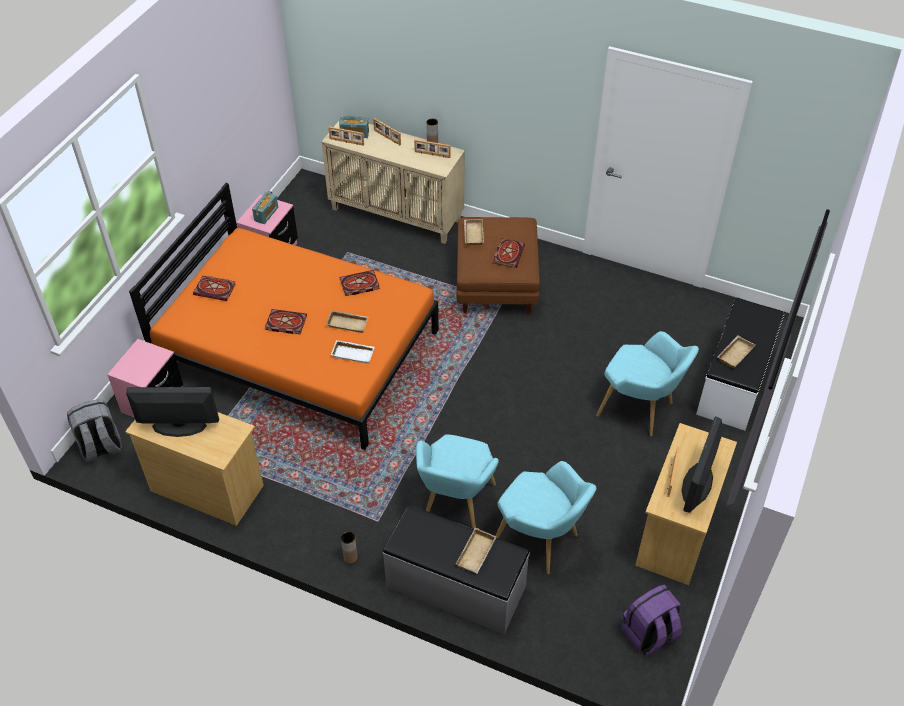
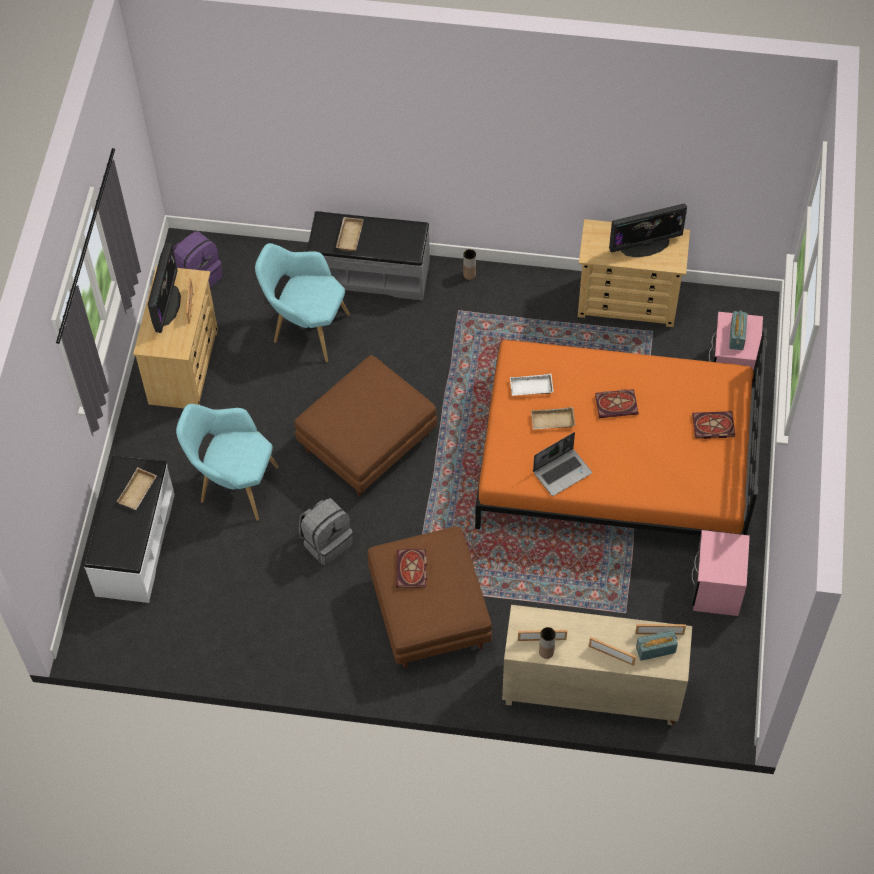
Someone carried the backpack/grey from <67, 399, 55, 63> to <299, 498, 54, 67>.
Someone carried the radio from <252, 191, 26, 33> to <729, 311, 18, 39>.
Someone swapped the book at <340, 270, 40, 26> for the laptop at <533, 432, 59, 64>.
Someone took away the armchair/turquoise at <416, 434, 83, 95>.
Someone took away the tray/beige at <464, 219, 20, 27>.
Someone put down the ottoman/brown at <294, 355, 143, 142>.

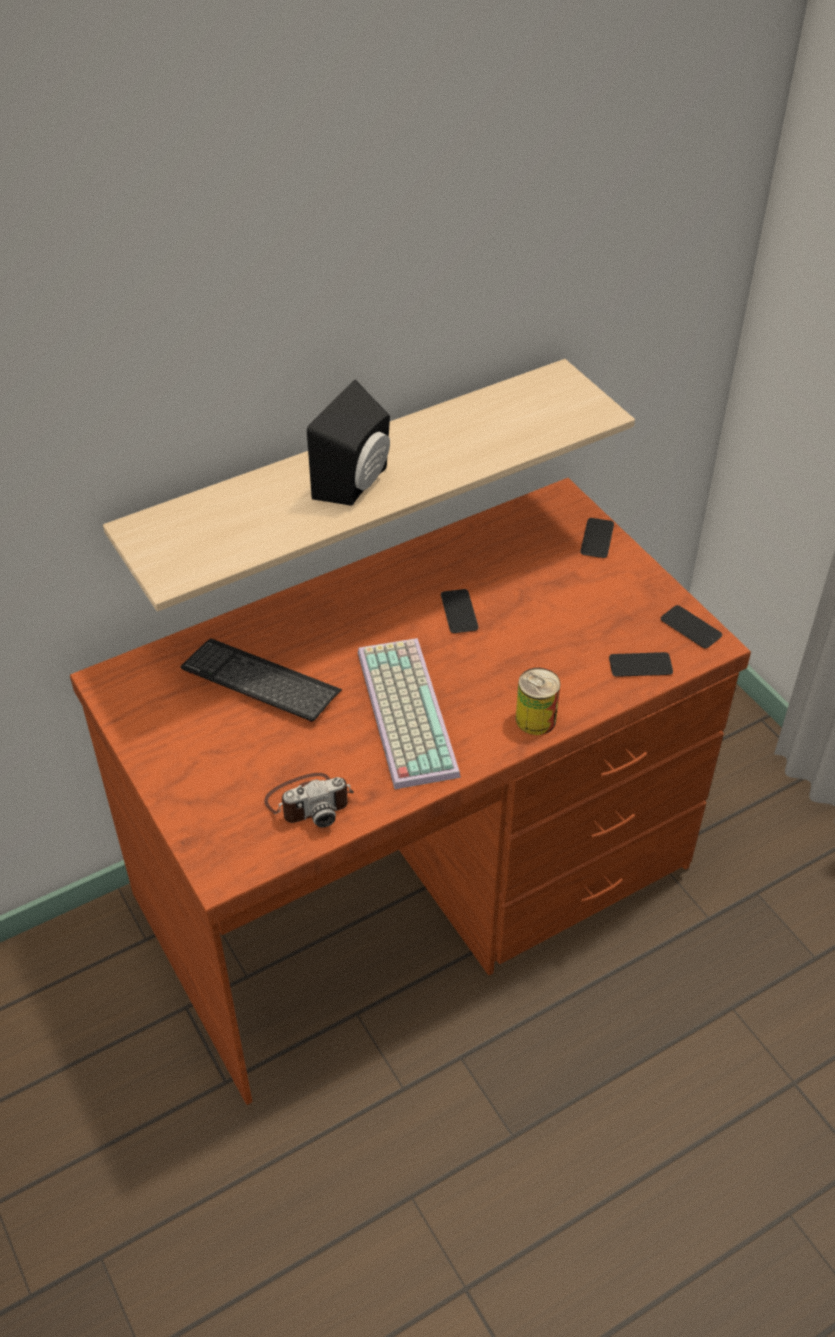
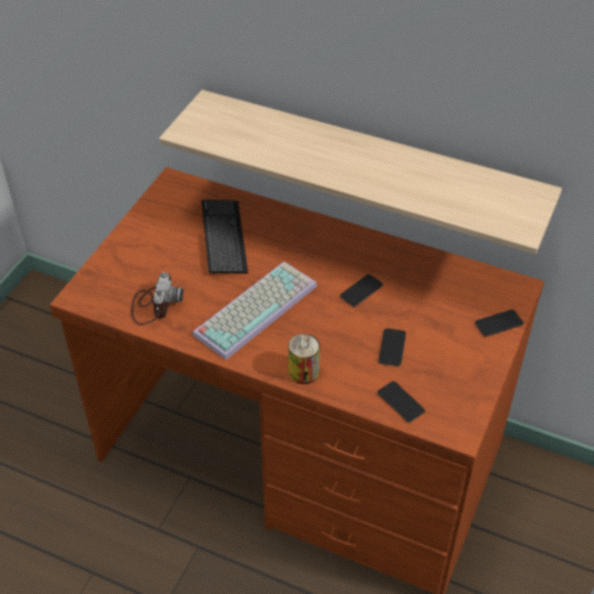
Someone rotated the photo camera at <264, 773, 90, 55> by 120 degrees counterclockwise.
Someone took away the speaker/black at <307, 380, 83, 126>.
Someone carried the phone from <661, 605, 61, 43> to <378, 328, 28, 38>.

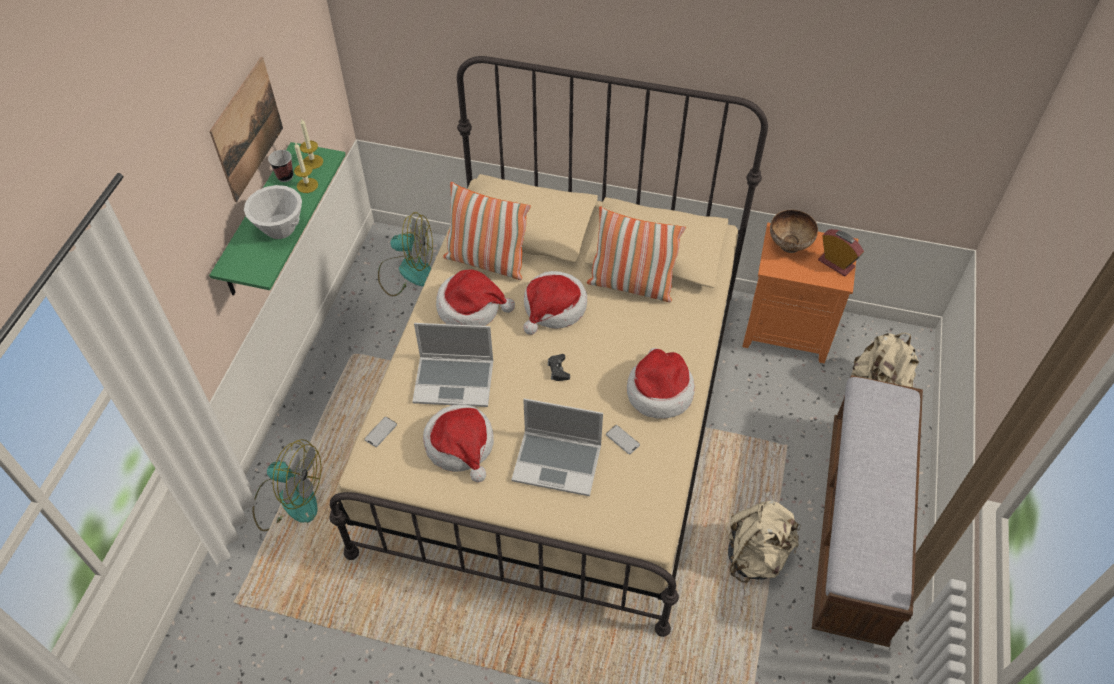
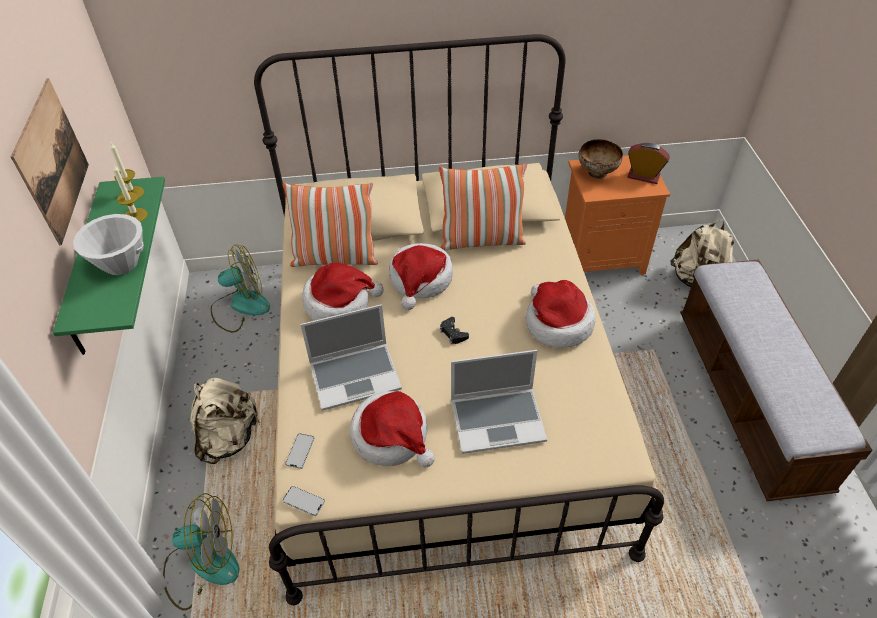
Someone took away the cup at <268, 150, 25, 32>.
Someone carried the phone from <606, 425, 34, 29> to <283, 486, 42, 30>.
Someone carried the backpack/beige from <728, 501, 73, 82> to <190, 378, 71, 86>.

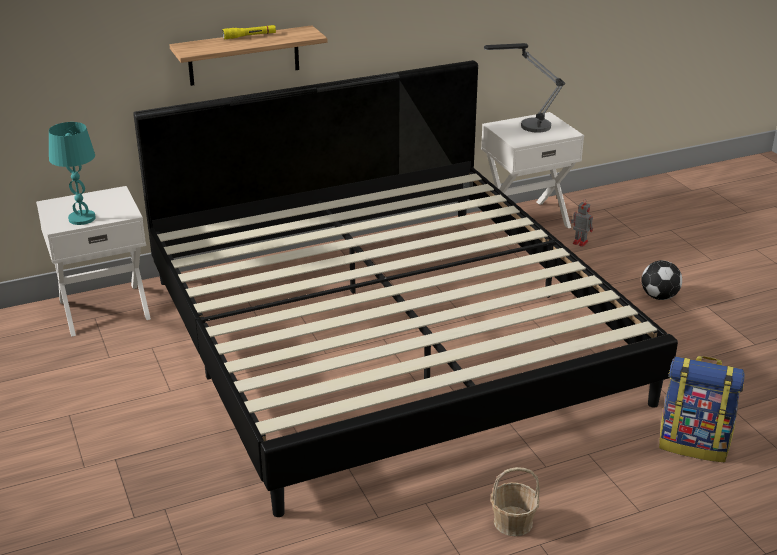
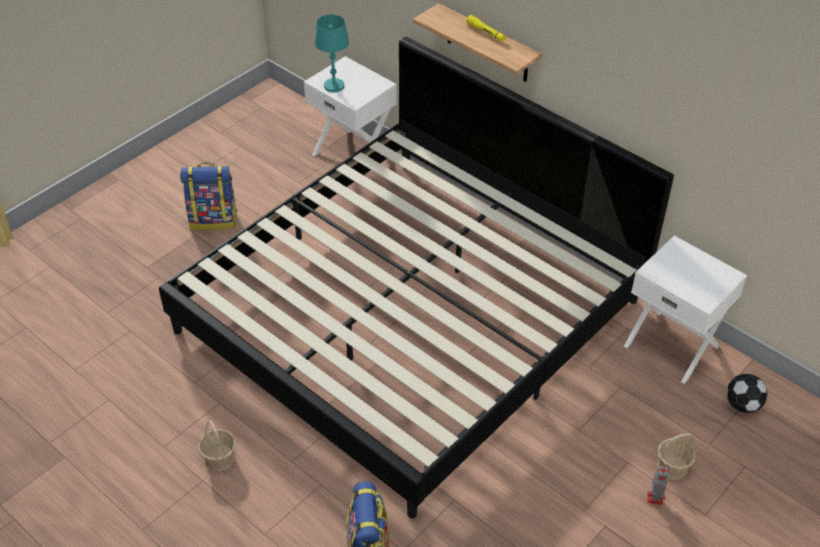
Someone took away the table lamp at <484, 43, 81, 90>.
Someone carried the toy robot from <571, 199, 22, 48> to <647, 466, 21, 39>.
Someone carried the football from <641, 260, 41, 40> to <727, 374, 40, 39>.
Someone put down the backpack at <180, 162, 57, 68>.
Someone put down the basket at <657, 433, 39, 47>.

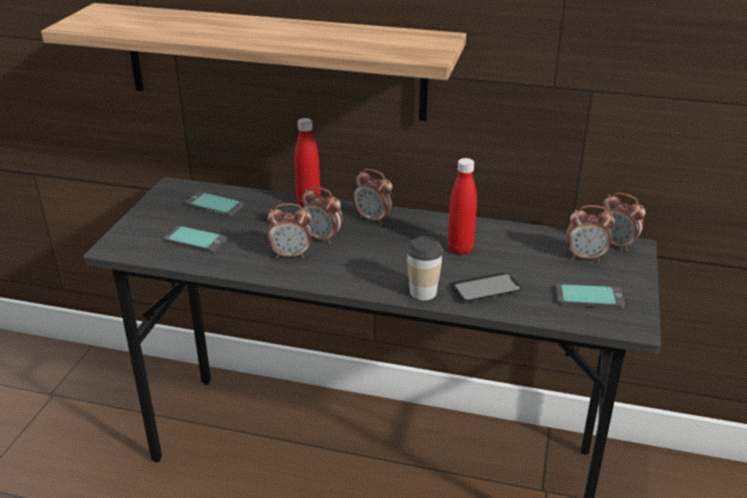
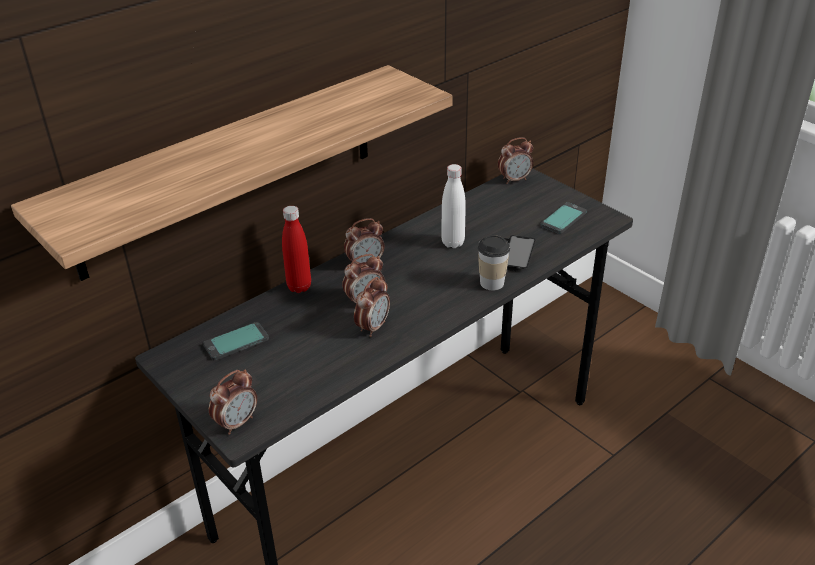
Someone took away the phone at <164, 226, 63, 27>.
Someone repainted the bottle/red at <447, 158, 30, 97>, which became the bottle/white at <441, 164, 25, 84>.
Someone carried the alarm clock from <566, 205, 49, 56> to <209, 369, 48, 66>.

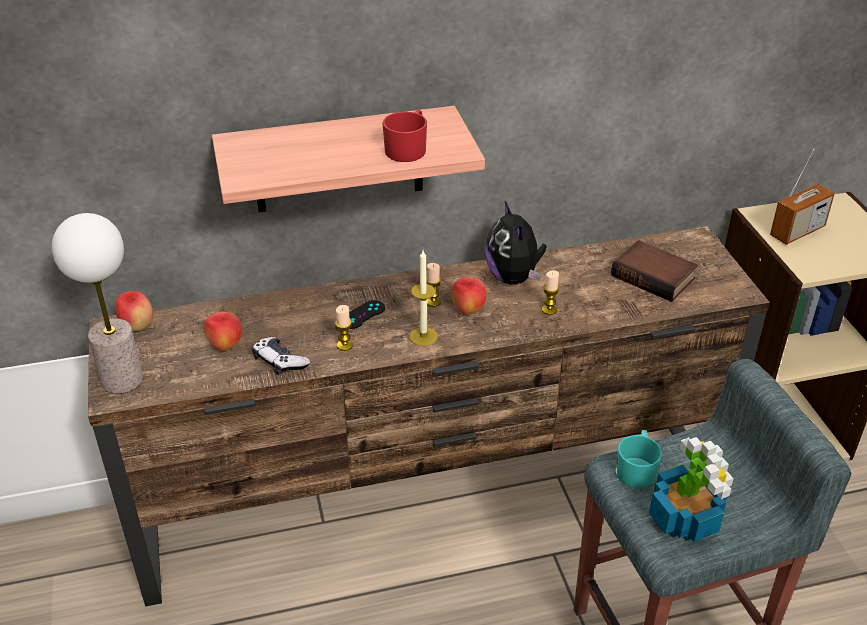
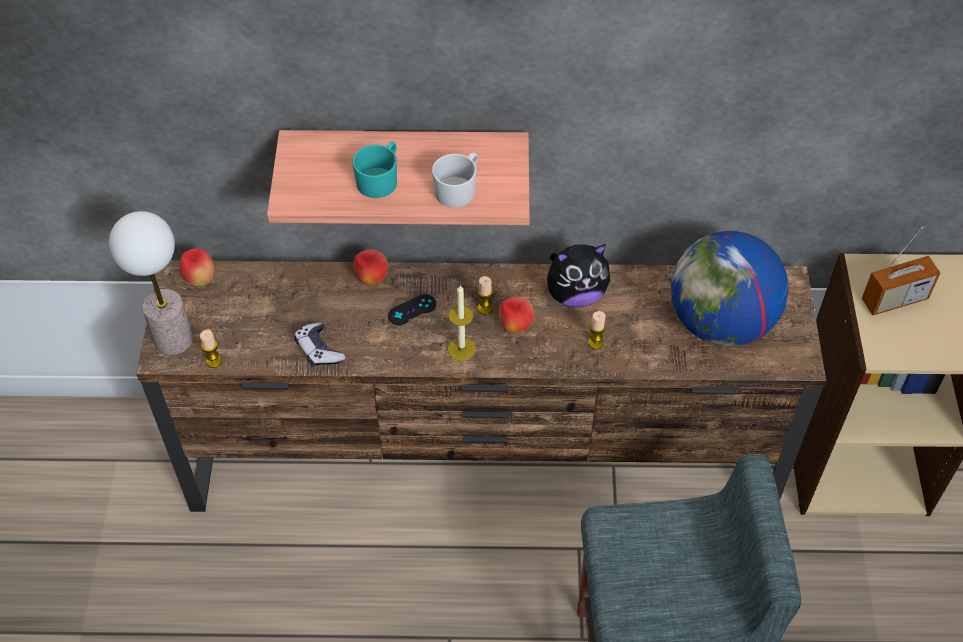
Someone carried the apple from <204, 312, 38, 39> to <353, 249, 35, 36>.
Someone carried the candle from <335, 305, 18, 46> to <200, 330, 22, 38>.
Someone repainted the mug/red at <382, 109, 45, 53>, which became the mug/white at <432, 152, 46, 56>.
Someone rotated the plush toy at <485, 201, 62, 83> by 105 degrees counterclockwise.
Someone swapped the book at <611, 240, 87, 62> for the globe at <671, 231, 118, 115>.
Someone carried the mug/turquoise from <616, 430, 46, 58> to <353, 142, 44, 56>.
Someone took away the potted plant at <649, 437, 85, 105>.

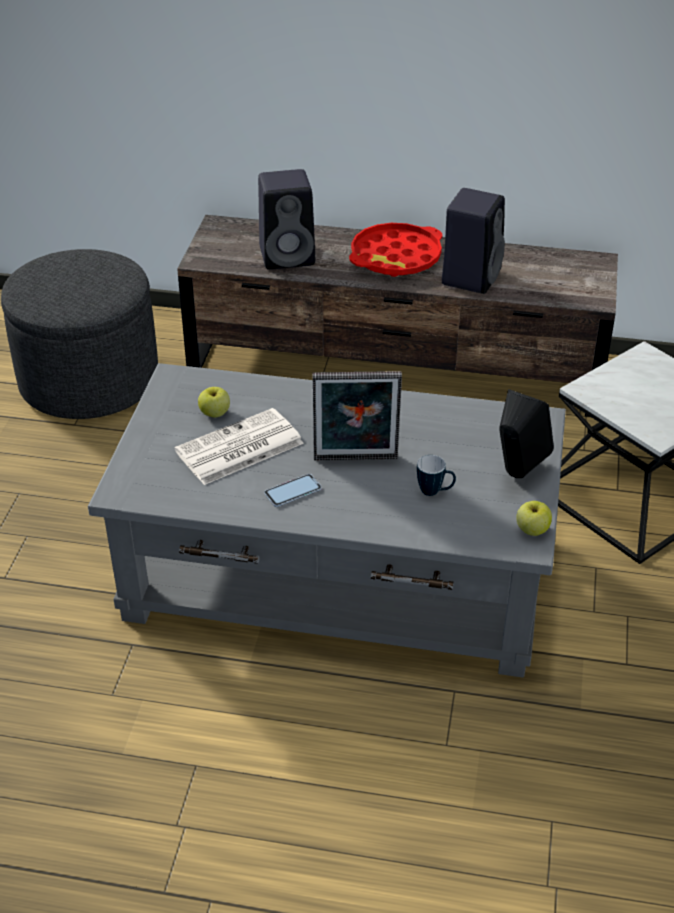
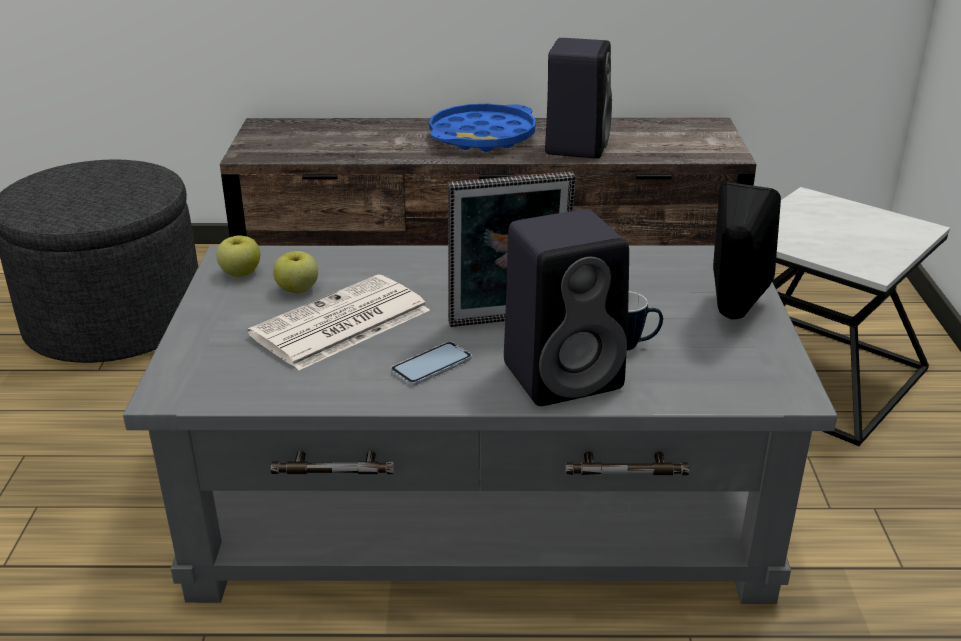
Someone carried the speaker/black from <258, 169, 57, 101> to <504, 209, 125, 197>.
Someone repainted the tray/red at <349, 223, 93, 54>, which became the tray/blue at <429, 104, 107, 48>.
Someone carried the apple from <516, 501, 36, 35> to <216, 235, 44, 42>.

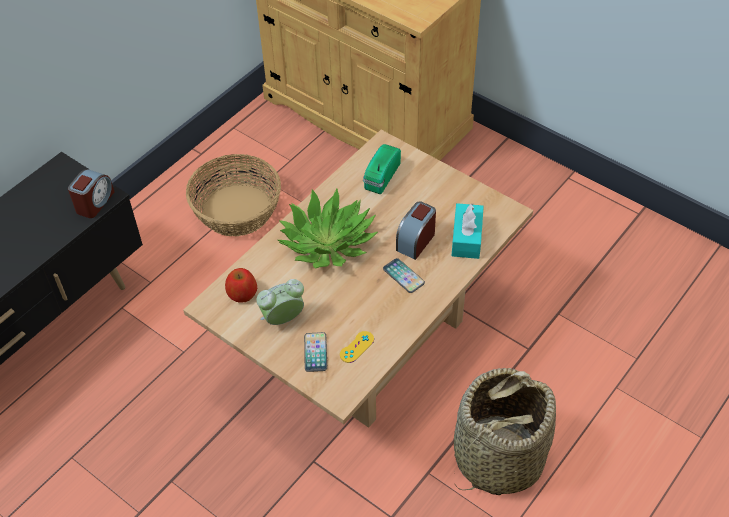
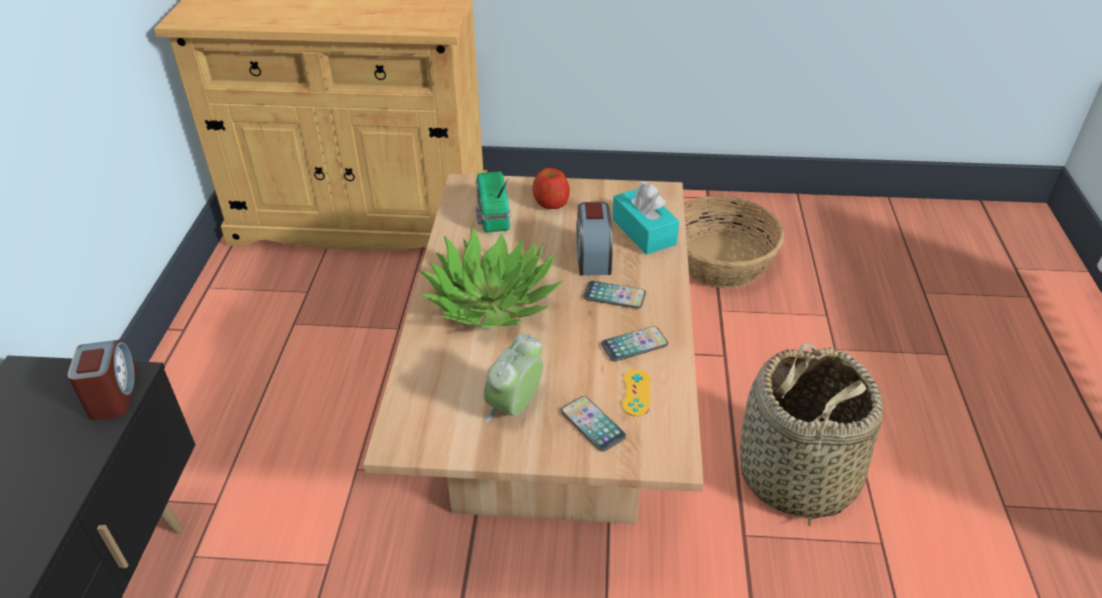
Someone carried the basket from <186, 154, 95, 82> to <684, 196, 100, 92>.
Someone carried the apple from <225, 268, 32, 34> to <533, 168, 37, 41>.
Someone put down the phone at <601, 326, 67, 35>.

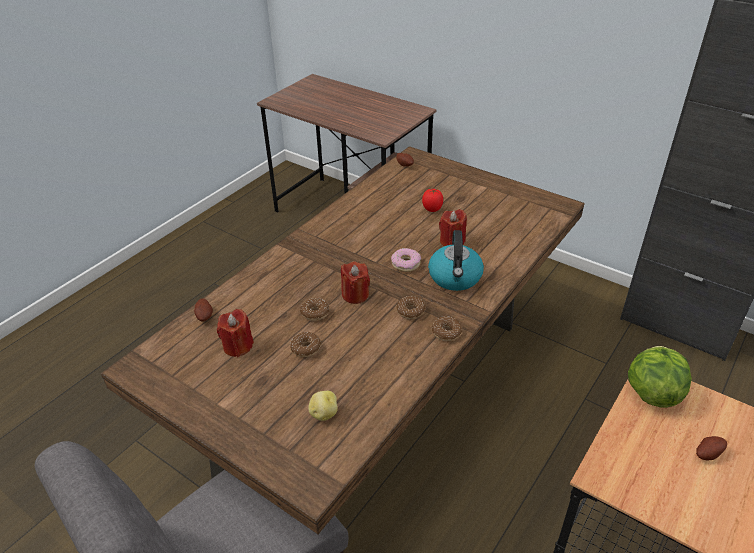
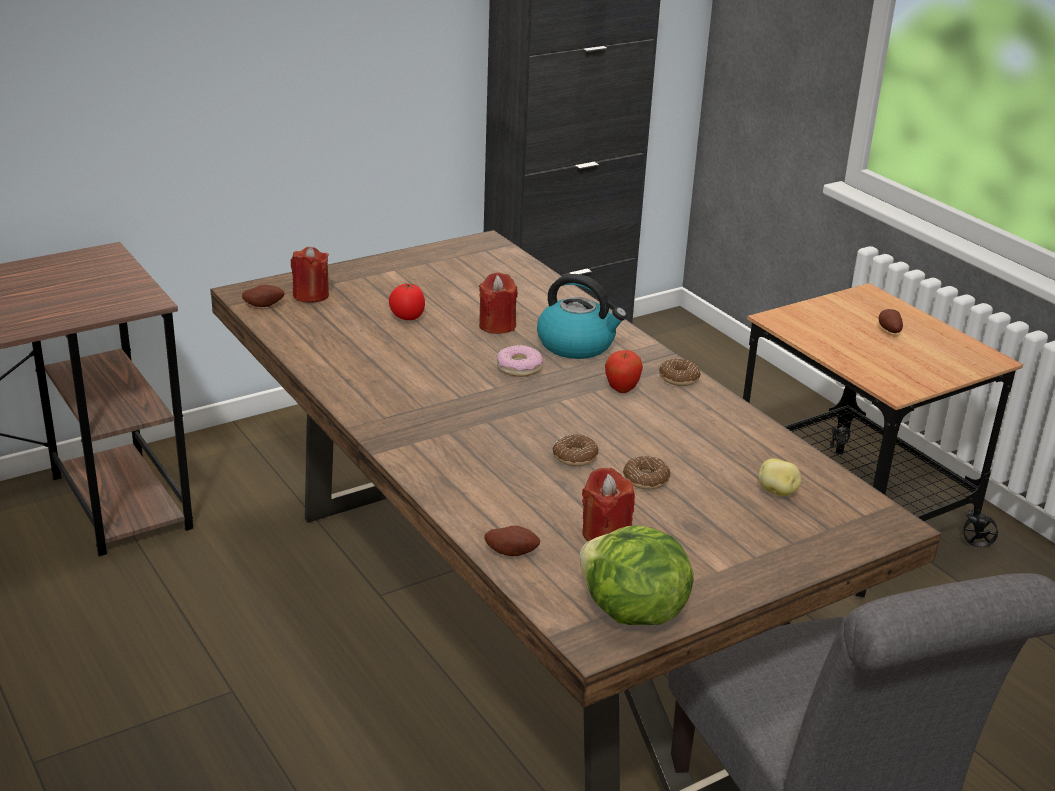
Someone carried the candle/red from <341, 261, 29, 43> to <291, 247, 38, 56>.
Someone swapped the donut at <396, 296, 30, 23> for the apple at <605, 350, 38, 43>.
Someone carried the lettuce from <628, 346, 64, 62> to <579, 525, 115, 100>.

